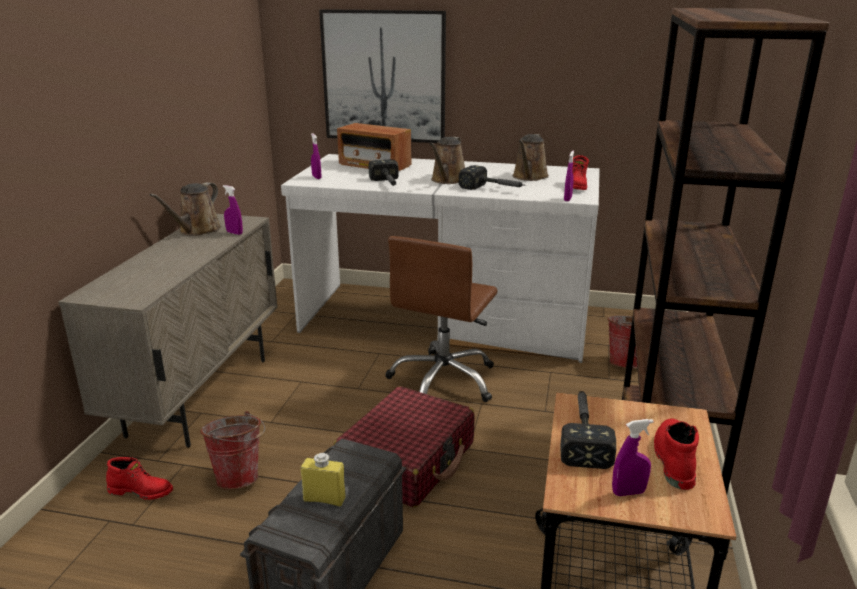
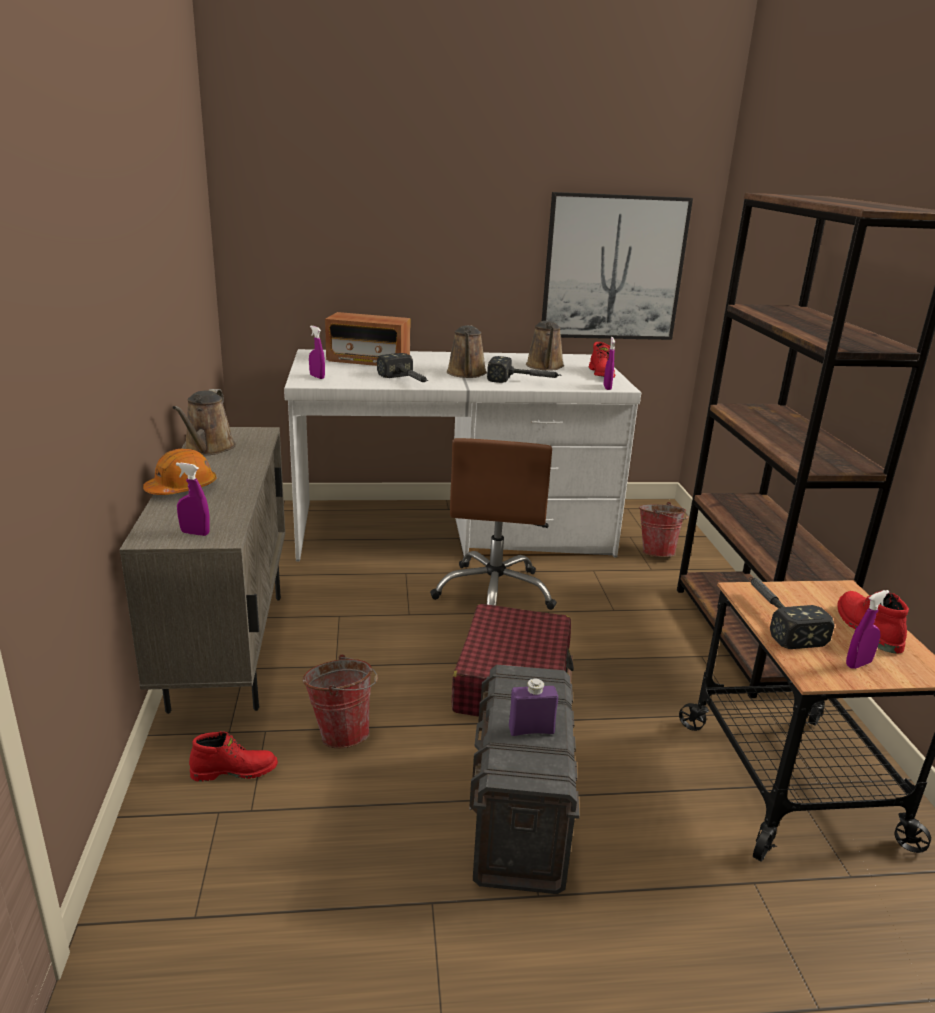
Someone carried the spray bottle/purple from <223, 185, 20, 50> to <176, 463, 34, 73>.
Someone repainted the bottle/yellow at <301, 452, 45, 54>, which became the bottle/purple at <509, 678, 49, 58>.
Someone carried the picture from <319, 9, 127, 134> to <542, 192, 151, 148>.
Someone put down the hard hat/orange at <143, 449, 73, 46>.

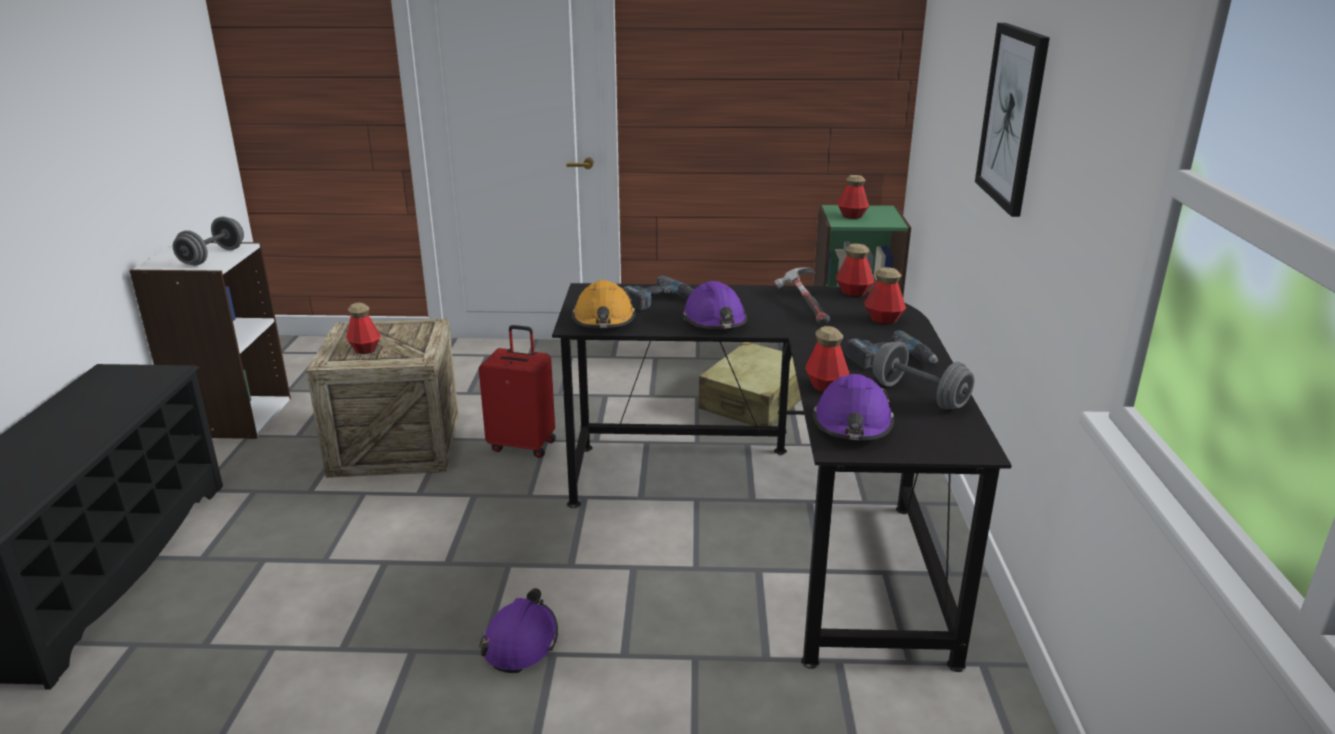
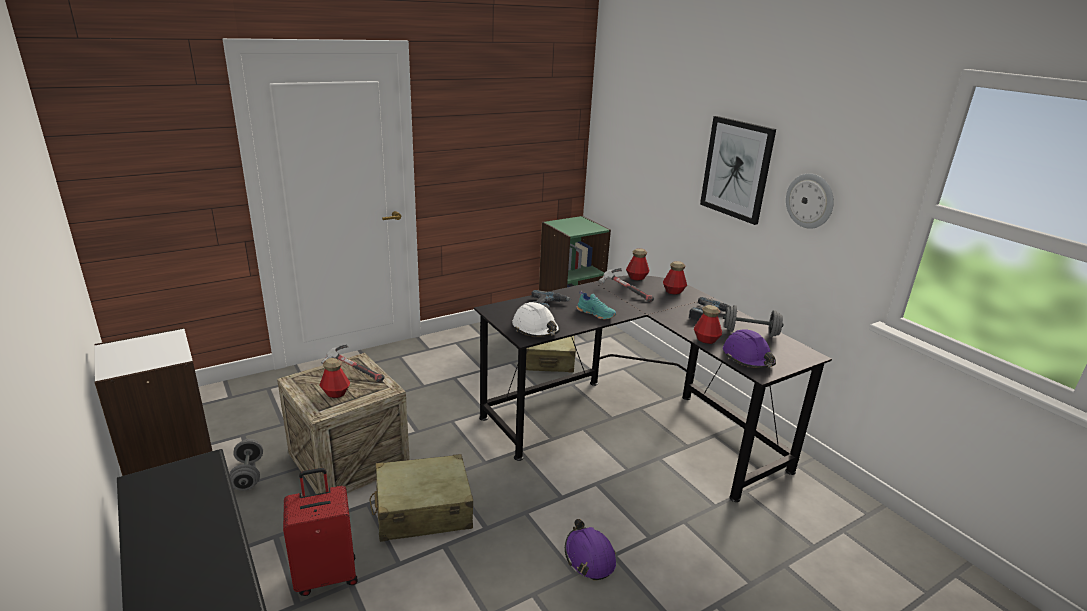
Someone carried the dumbbell/grey from <173, 217, 71, 49> to <229, 439, 34, 52>.
Someone carried the suitcase/red from <479, 325, 77, 133> to <283, 468, 75, 128>.
Someone repainted the hard hat/orange at <572, 280, 64, 48>, which became the hard hat/white at <512, 302, 48, 35>.
Someone swapped the hard hat/purple at <682, 281, 65, 48> for the shoe/turquoise at <577, 291, 39, 28>.
Someone took away the bottle at <837, 175, 32, 44>.
Someone put down the hammer at <321, 344, 64, 38>.
Someone put down the suitcase/beige at <370, 454, 103, 88>.
Someone put up the wall clock at <786, 173, 48, 56>.

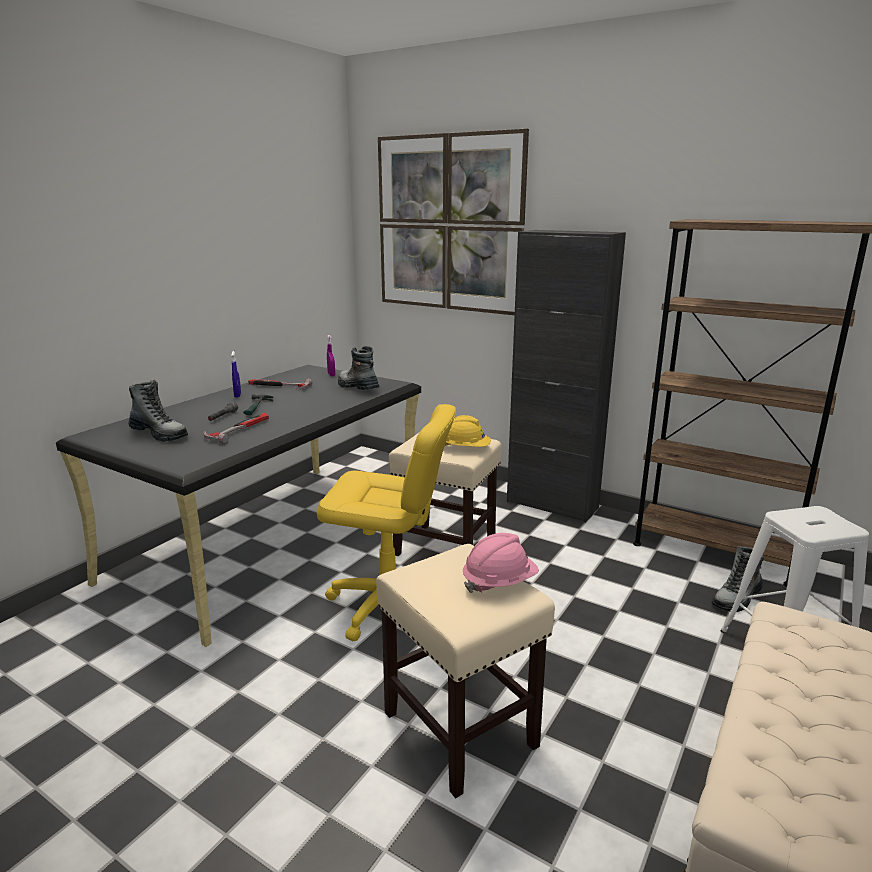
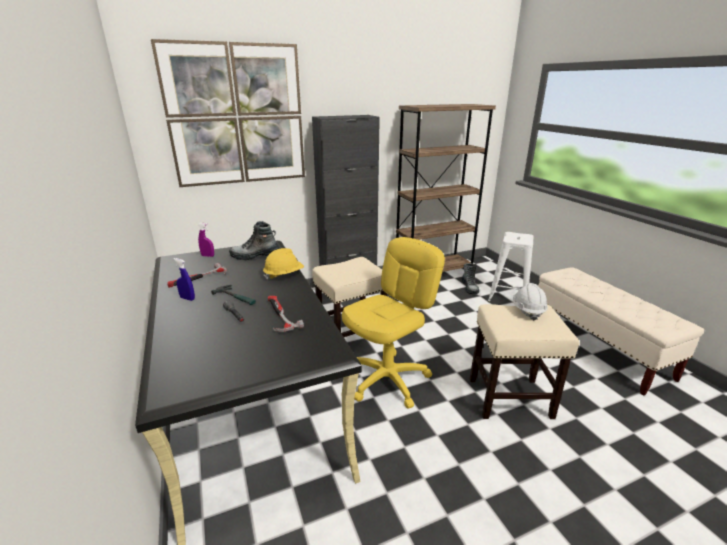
Someone took away the boot at <129, 380, 59, 62>.
Someone carried the hard hat/yellow from <444, 415, 47, 32> to <263, 248, 41, 32>.
Someone repainted the hard hat/pink at <463, 533, 76, 60>, which became the hard hat/white at <513, 283, 35, 38>.

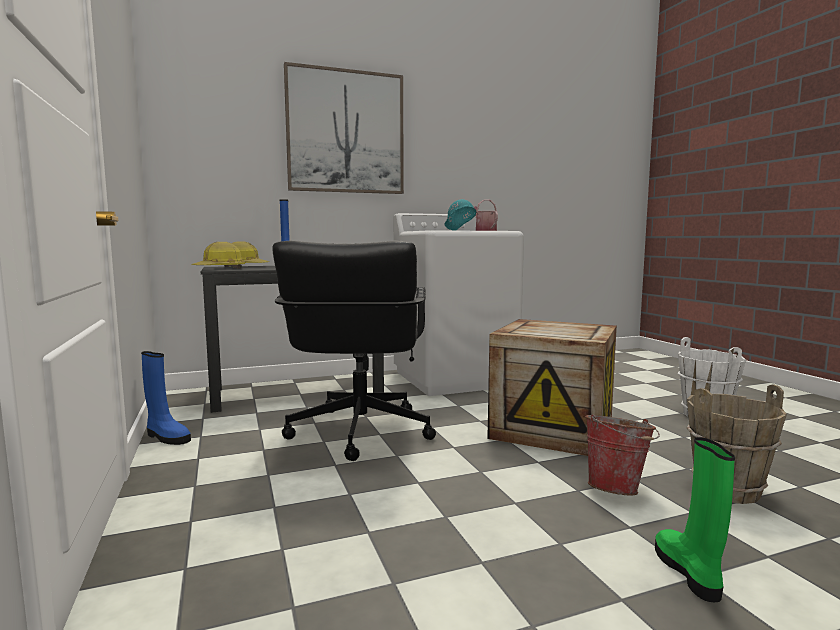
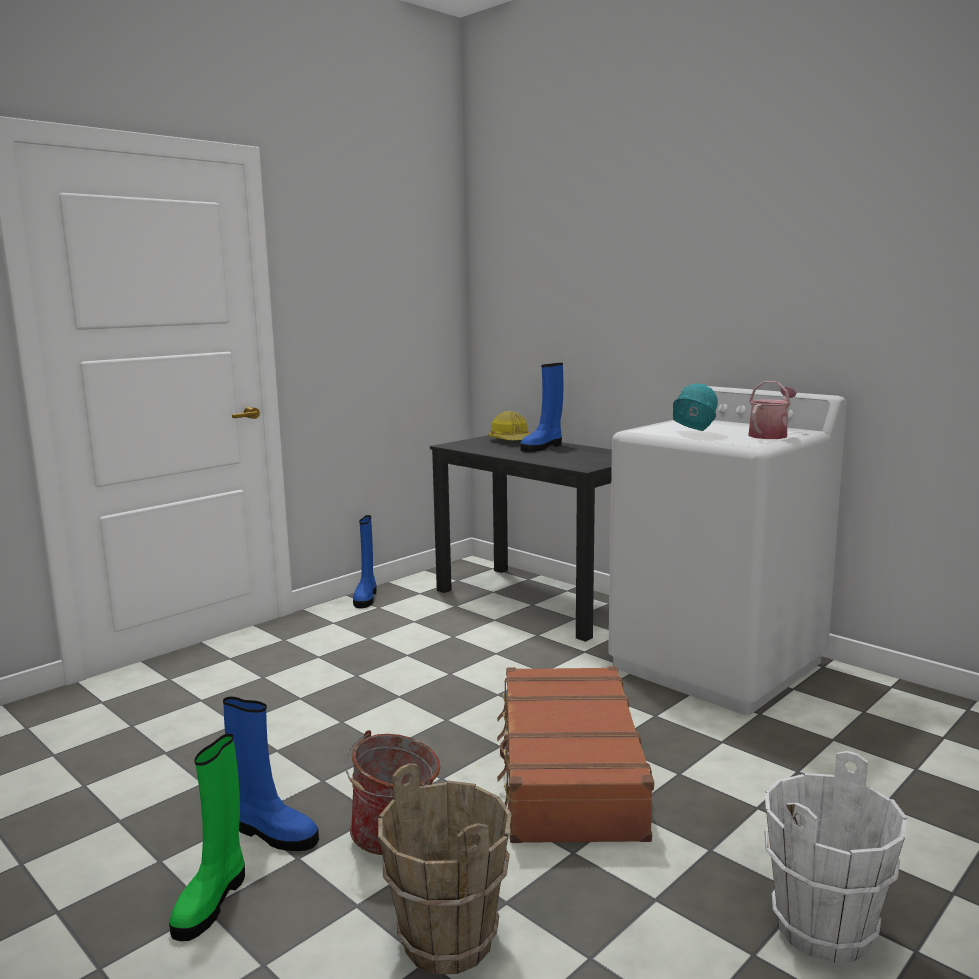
Someone took away the hard hat at <191, 242, 54, 27>.
Someone took away the office chair/black at <272, 240, 164, 221>.
Someone took away the picture at <284, 62, 120, 132>.
Someone swapped the crate at <487, 319, 130, 137> for the suitcase/brown at <497, 666, 157, 177>.
Someone rotated the boot/green at <655, 437, 80, 165> by 135 degrees clockwise.
Someone put down the boot/blue at <223, 697, 96, 154>.

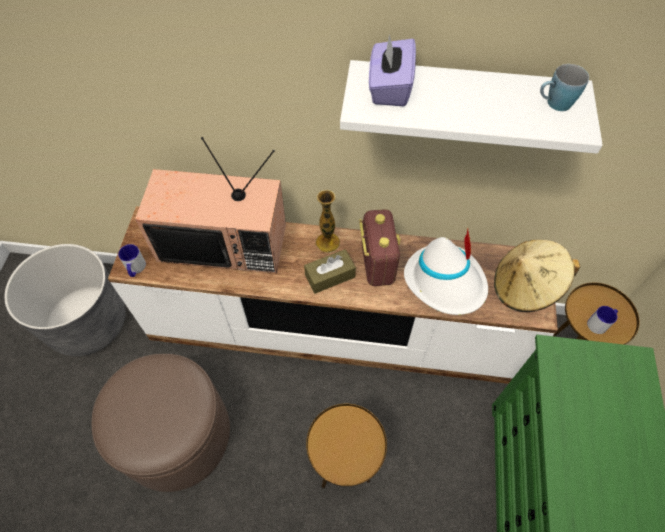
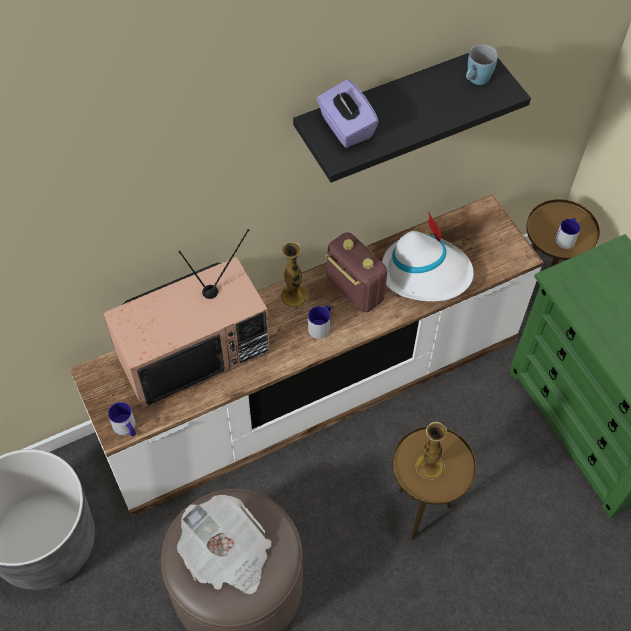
Someone swapped the tissue box/brown at <304, 249, 52, 45> for the mug at <308, 305, 23, 34>.
Someone repainted the shelf/white at <340, 60, 263, 94>, which became the shelf/black at <293, 53, 238, 130>.
Someone took away the hat/beige at <494, 240, 86, 72>.
Someone put down the newspaper at <177, 495, 95, 99>.
Someone put down the vase at <415, 422, 32, 58>.

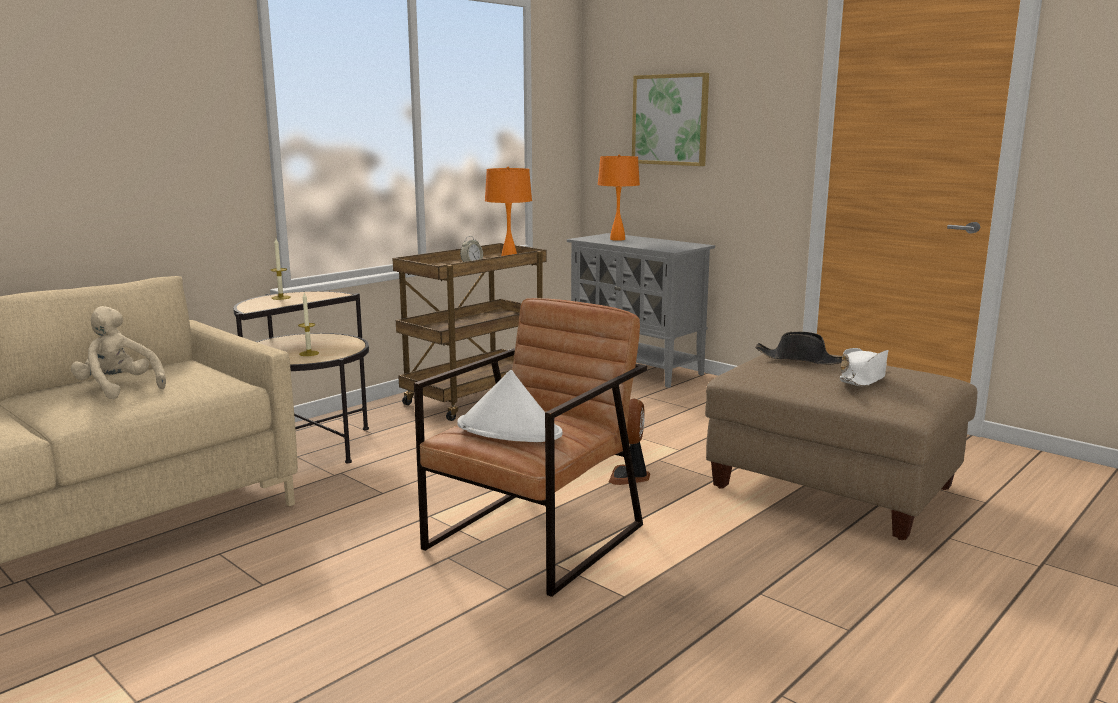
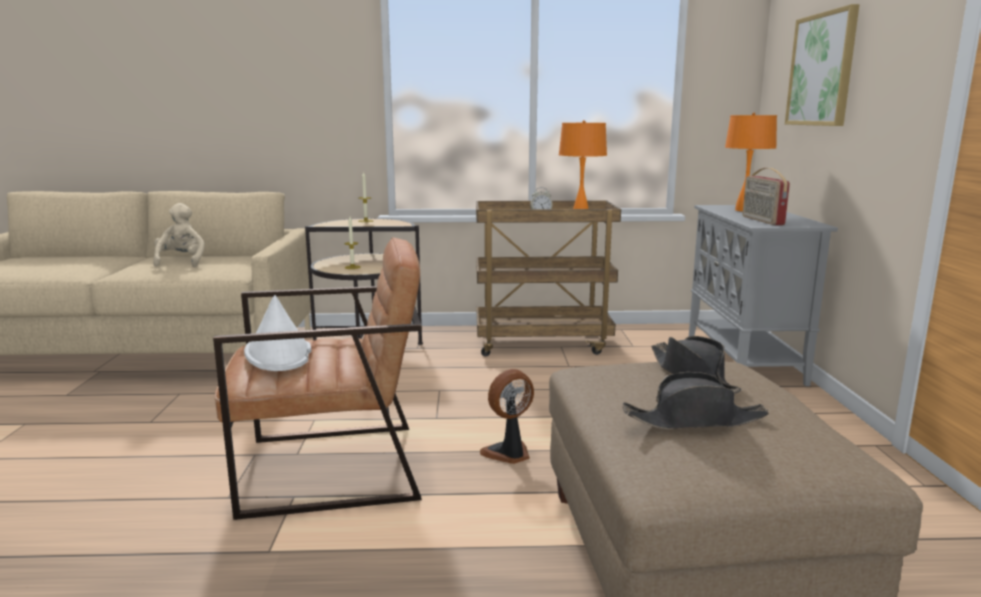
Someone repainted the hat/white at <840, 348, 49, 38>, which became the hat/black at <622, 372, 147, 57>.
Someone put down the radio at <743, 168, 47, 57>.

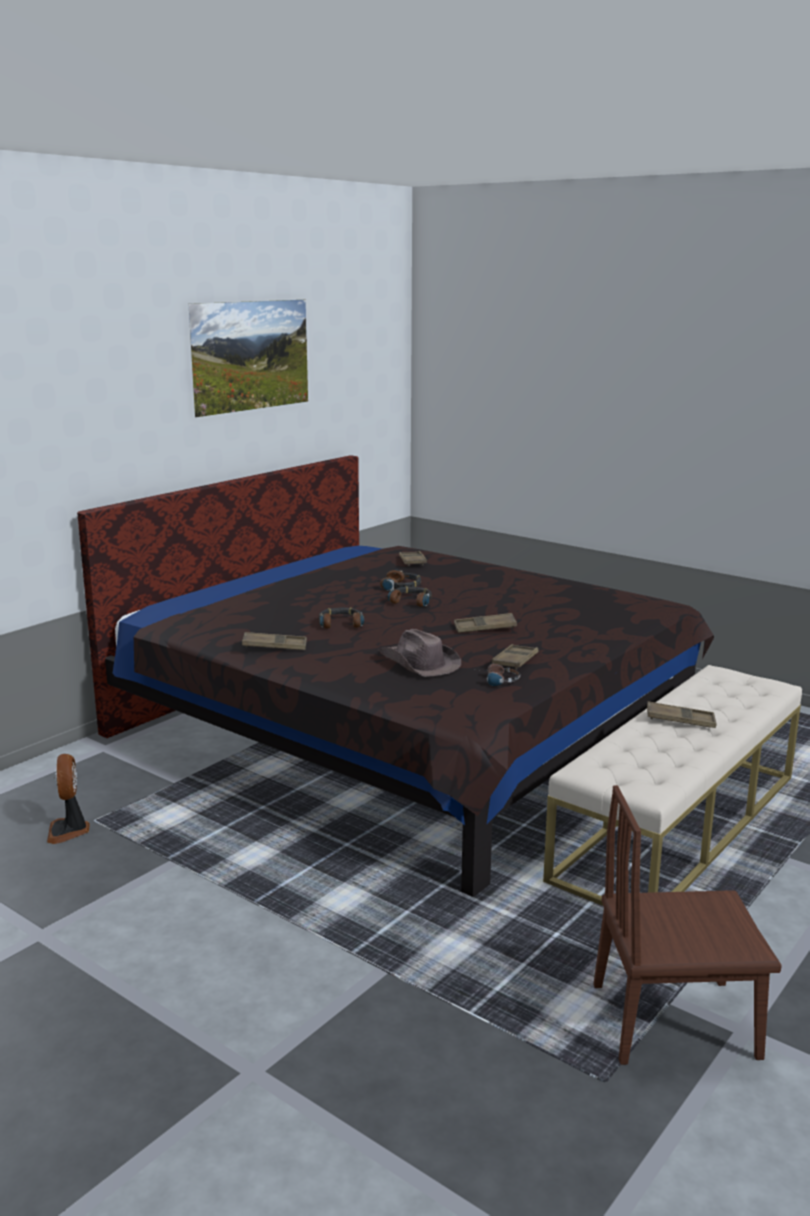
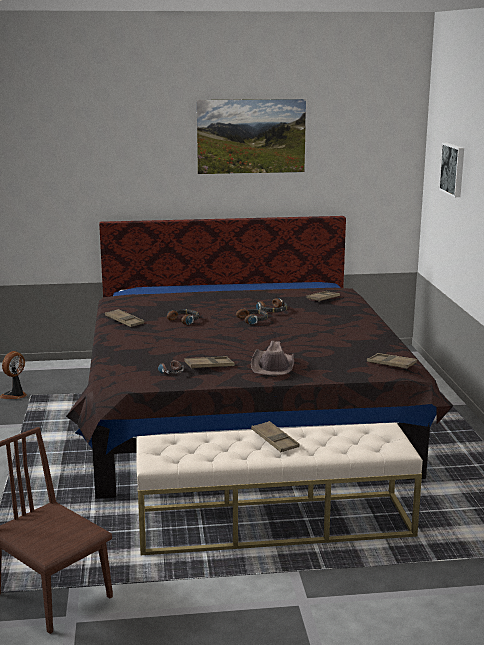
Someone carried the hat/brown from <378, 629, 83, 48> to <251, 341, 43, 35>.
Someone carried the tray/brown from <454, 613, 63, 20> to <367, 353, 50, 16>.
Someone put up the picture at <439, 143, 25, 54>.

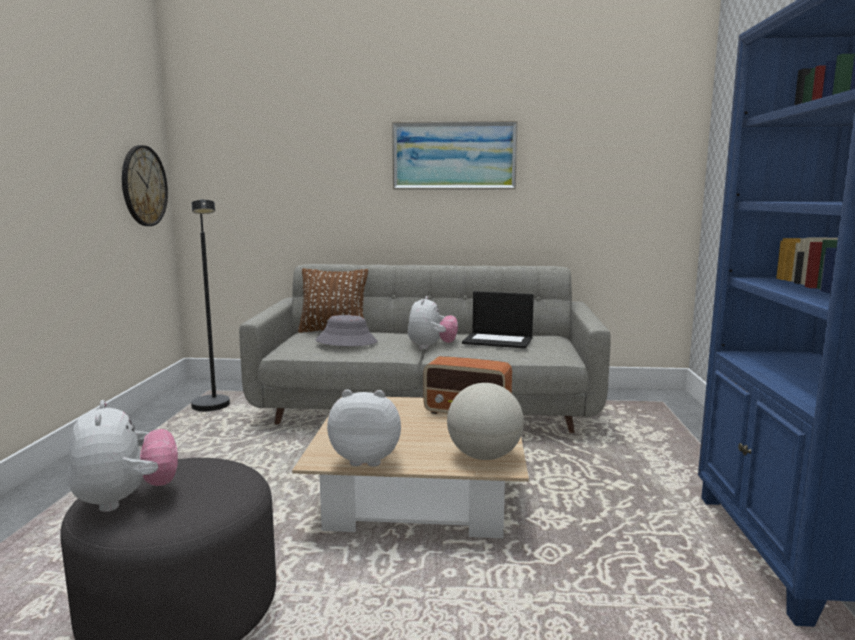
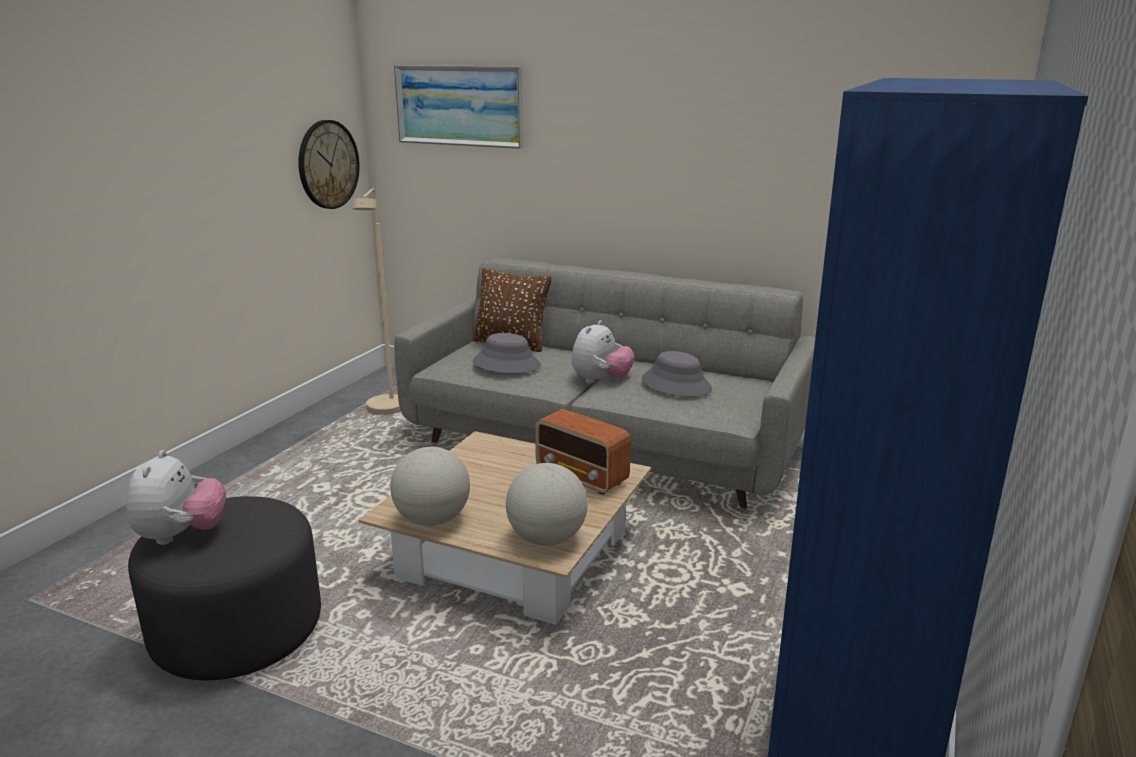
Someone repainted the floor lamp/black at <191, 199, 39, 212>, which became the floor lamp/beige at <352, 188, 49, 227>.
Someone swapped the plush toy at <327, 390, 74, 77> for the globe at <390, 447, 80, 79>.
Someone carried the picture from <392, 121, 126, 68> to <394, 65, 129, 84>.
Someone swapped the laptop at <462, 291, 72, 58> for the hat/grey at <642, 351, 70, 46>.

